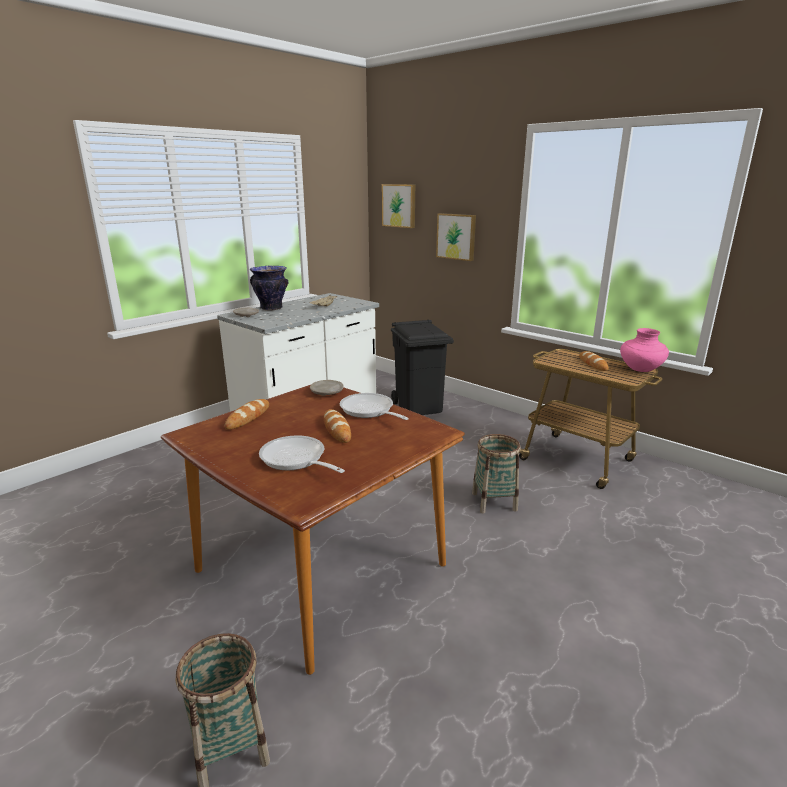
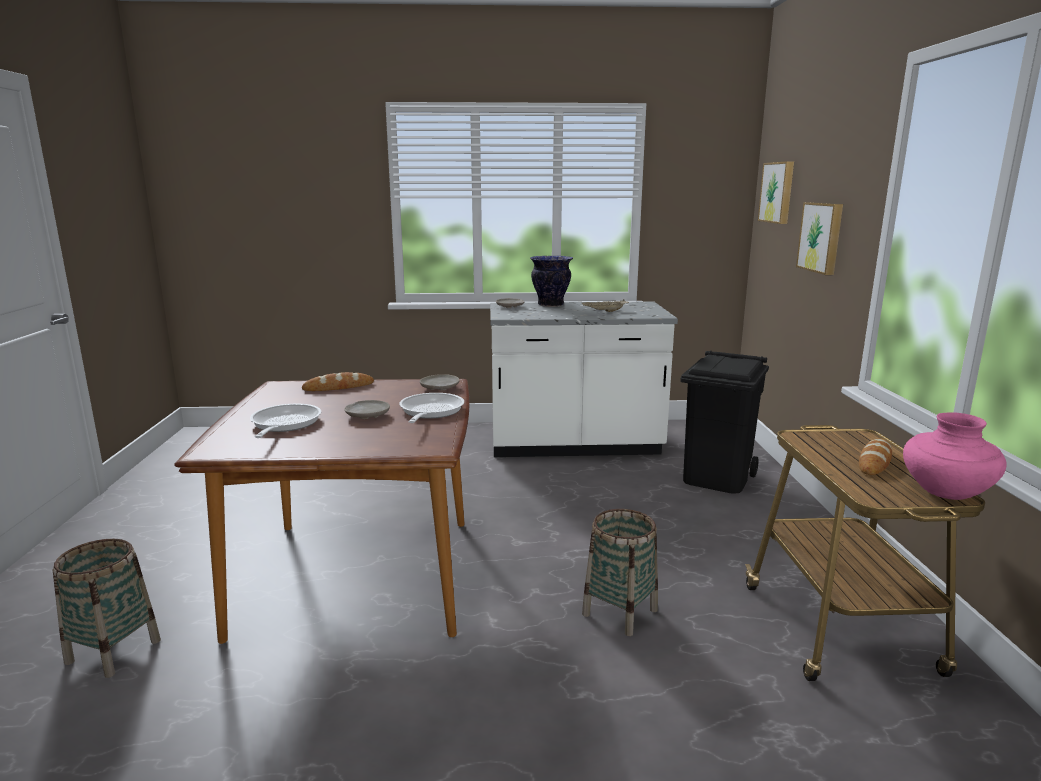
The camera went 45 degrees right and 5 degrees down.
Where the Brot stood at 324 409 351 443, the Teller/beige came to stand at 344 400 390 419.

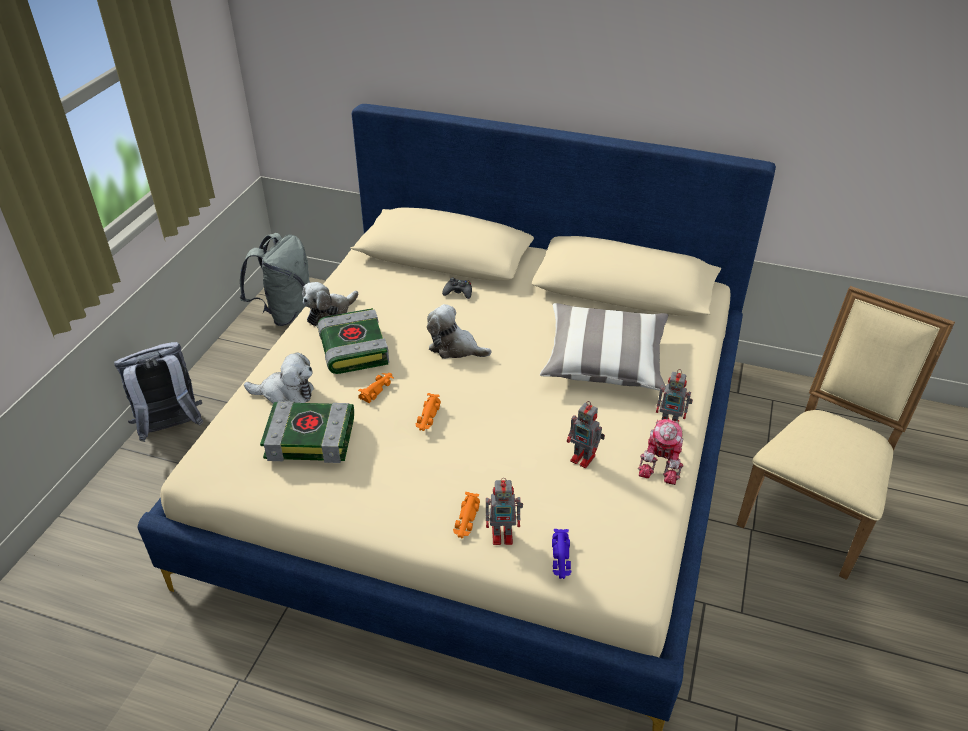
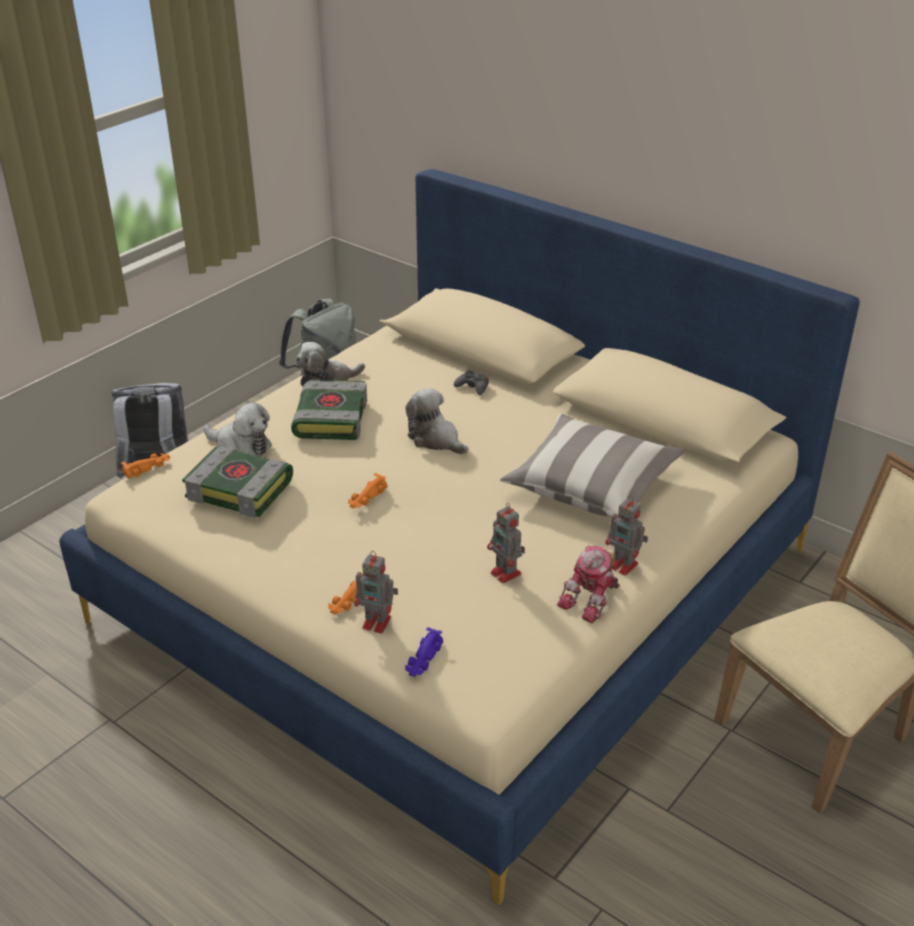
The camera went 20 degrees right and 5 degrees down.
The Spielzeugauto/orange ended up elsewhere, having gone from 358 373 394 403 to 121 453 170 479.

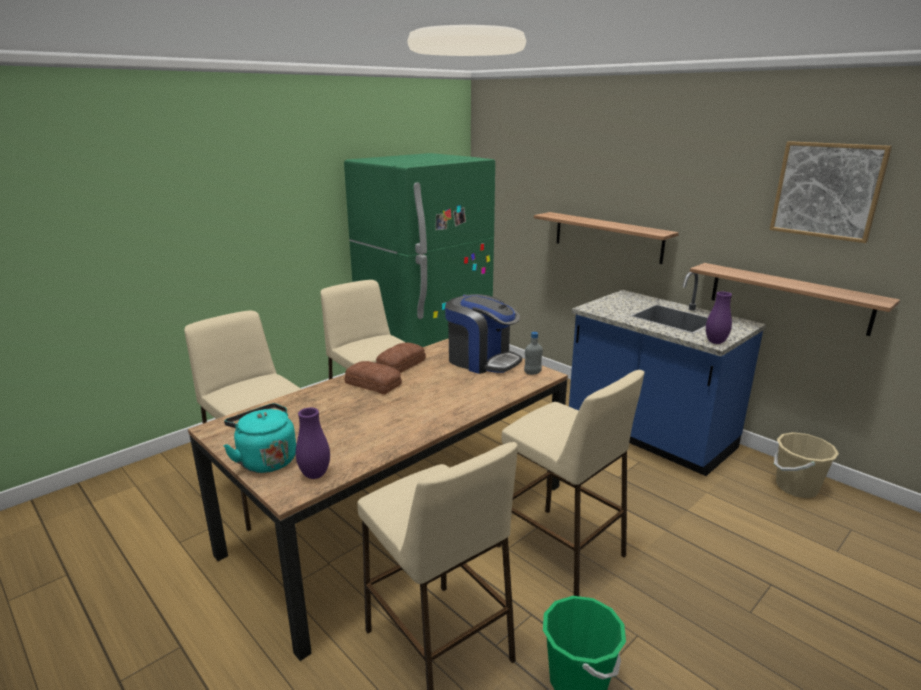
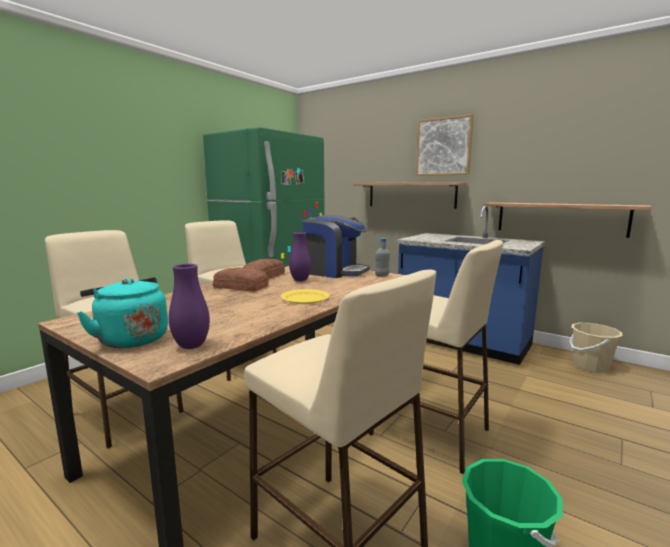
The camera went 10 degrees left and 10 degrees down.
The second view gained the Teller/gelb at 281 289 330 304.
The Vase/lila ended up elsewhere, having gone from 706 291 732 344 to 289 232 311 281.
The Bild ended up elsewhere, having gone from 770 141 892 243 to 415 114 474 176.

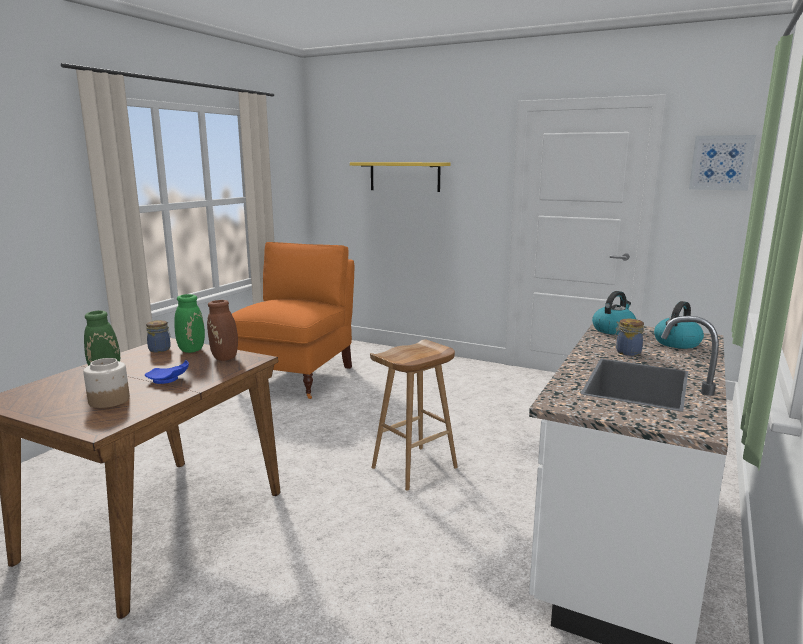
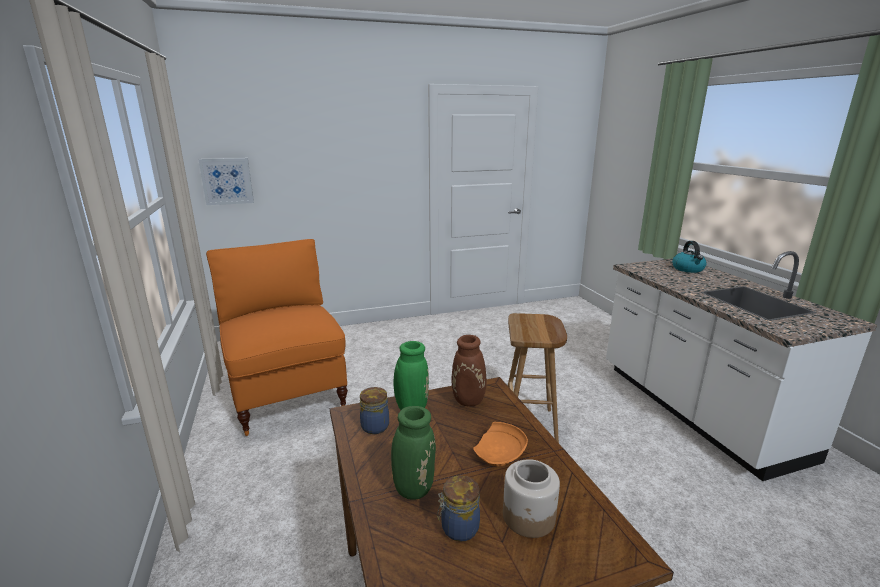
The camera went 45 degrees left and 5 degrees up.
The Bild ended up elsewhere, having gone from 689 135 756 191 to 198 158 254 205.
The Vorratsglas ended up elsewhere, having gone from 614 319 644 356 to 437 475 480 542.
What was the Teller/blau at 145 360 189 384 turned into the Teller/orange at 473 422 528 466.
The second view lost the Wandregal/gelb at 350 162 450 192.
The second view lost the Wasserkessel at 592 291 636 335.

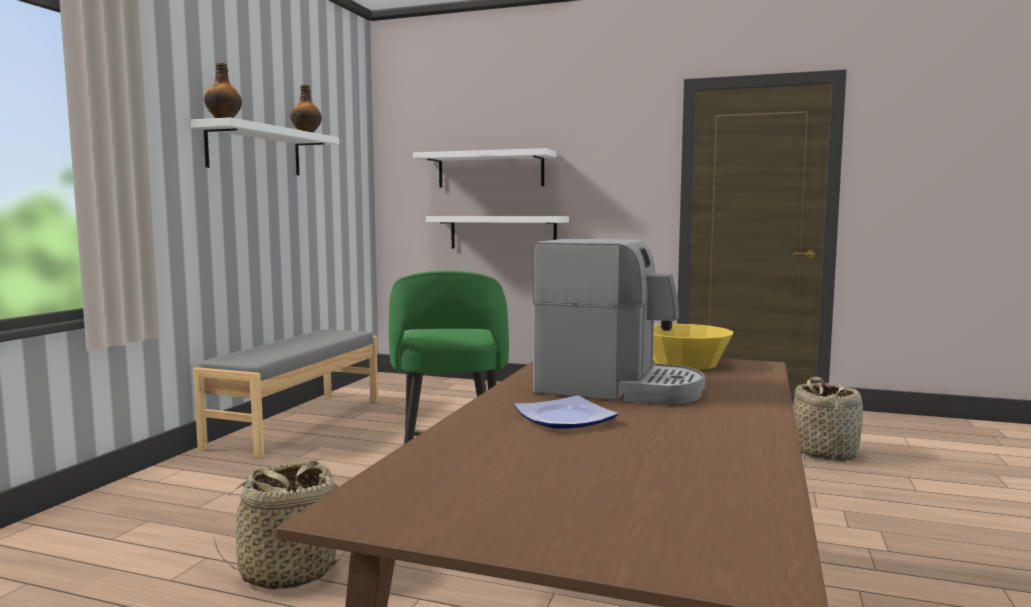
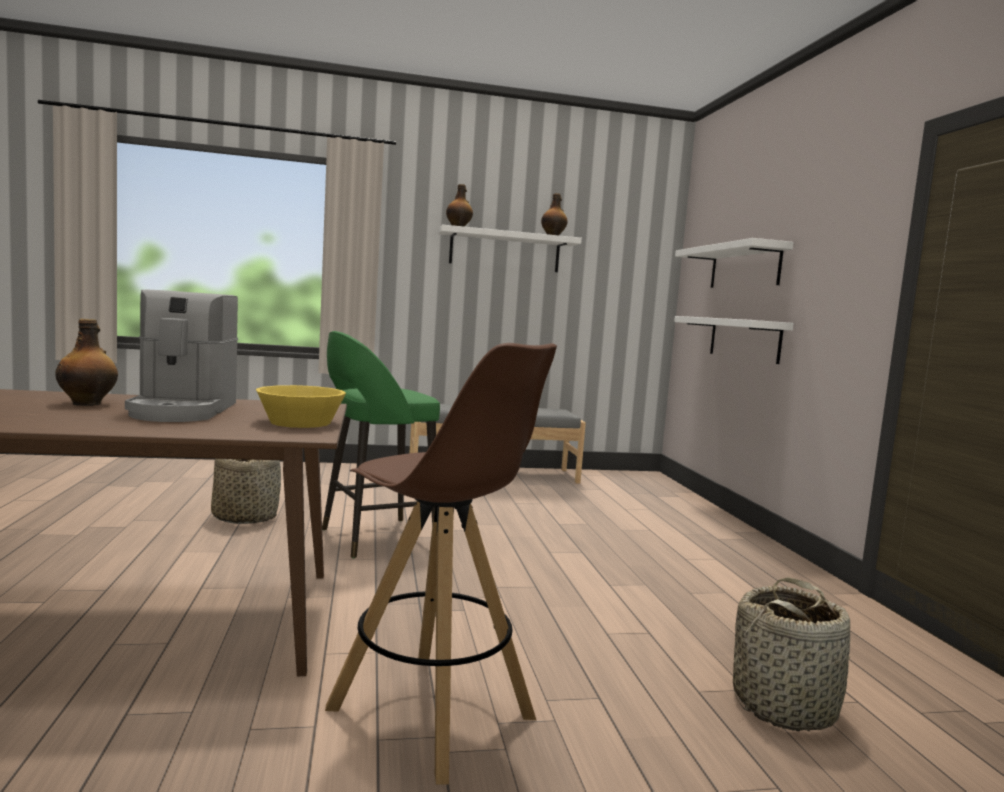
The camera went 60 degrees right and 0 degrees up.
Where the Teller stood at 514 396 618 429, the Flasche came to stand at 55 319 118 406.
The second view gained the Hocker/braun at 325 343 557 785.

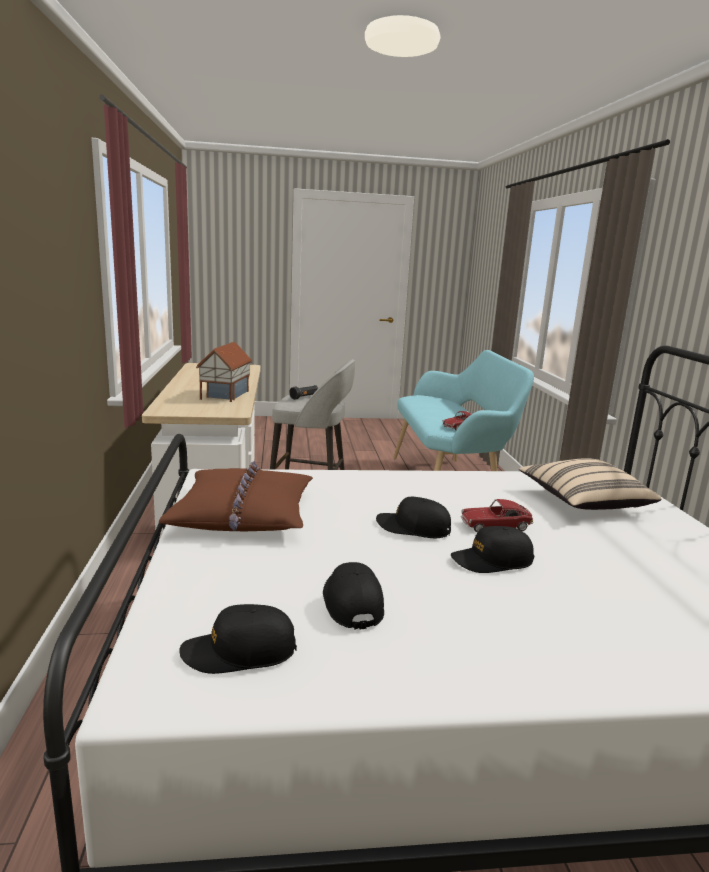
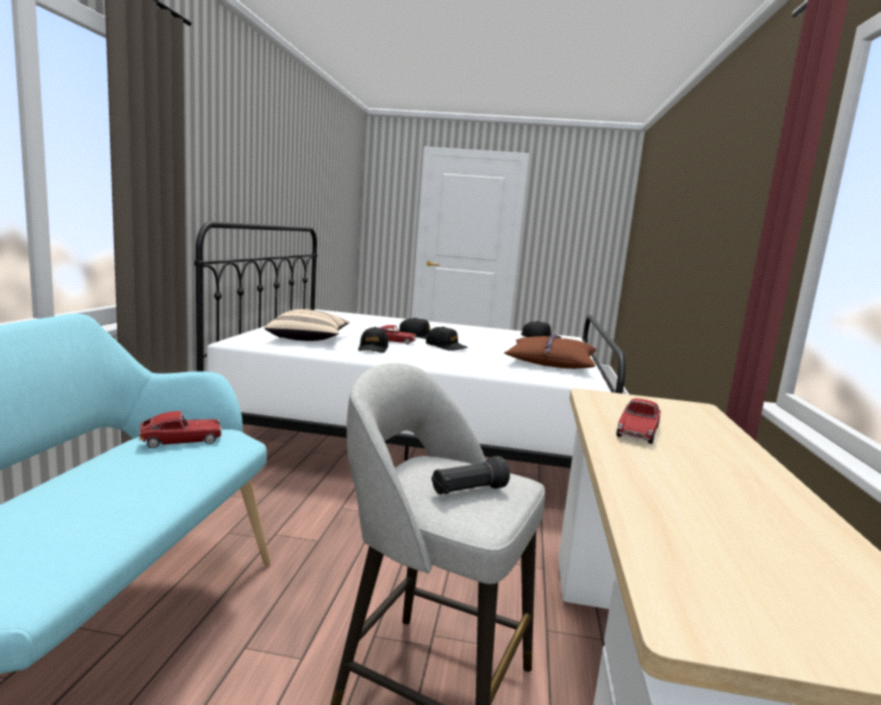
The camera went 165 degrees left and 5 degrees down.
The Kappe/schwarz ended up elsewhere, having gone from 323 562 384 630 to 358 327 388 353.
Where the Spielzeughaus stood at 196 341 252 402, the Spielzeugauto came to stand at 616 398 661 444.

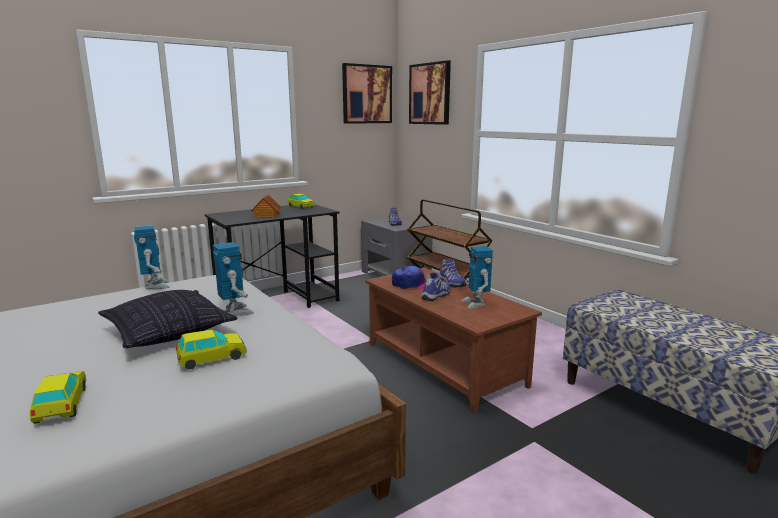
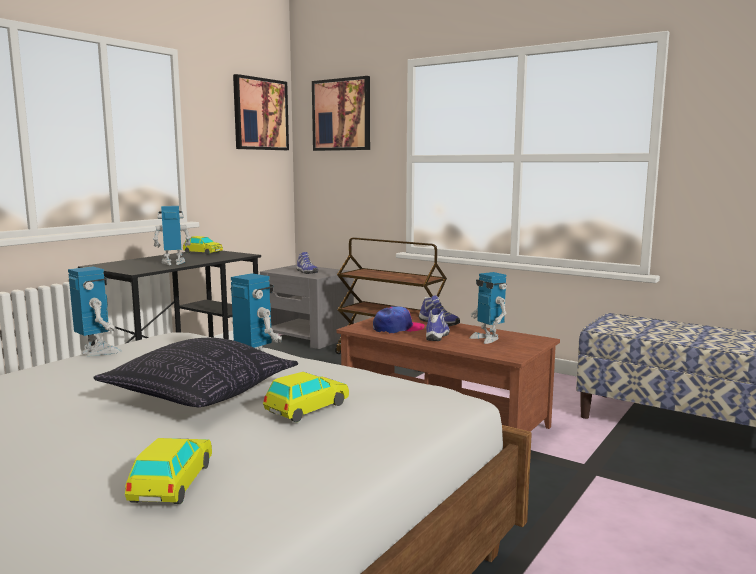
The camera went 20 degrees left and 5 degrees down.
The Spielzeugauto at 30 371 86 424 ended up facing another way, 45 degrees clockwise from before.
Where the Spielzeughaus stood at 251 195 282 218, the Spielzeugroboter came to stand at 153 206 191 265.

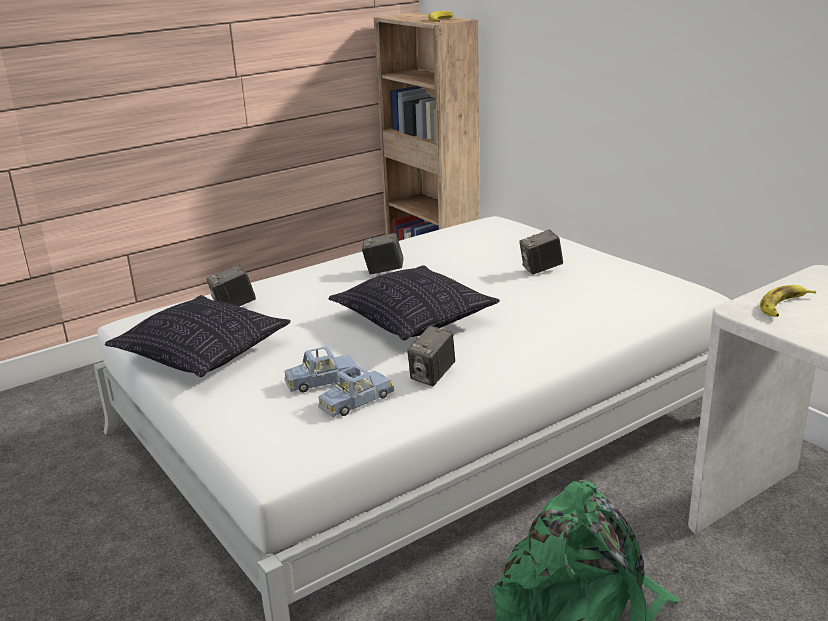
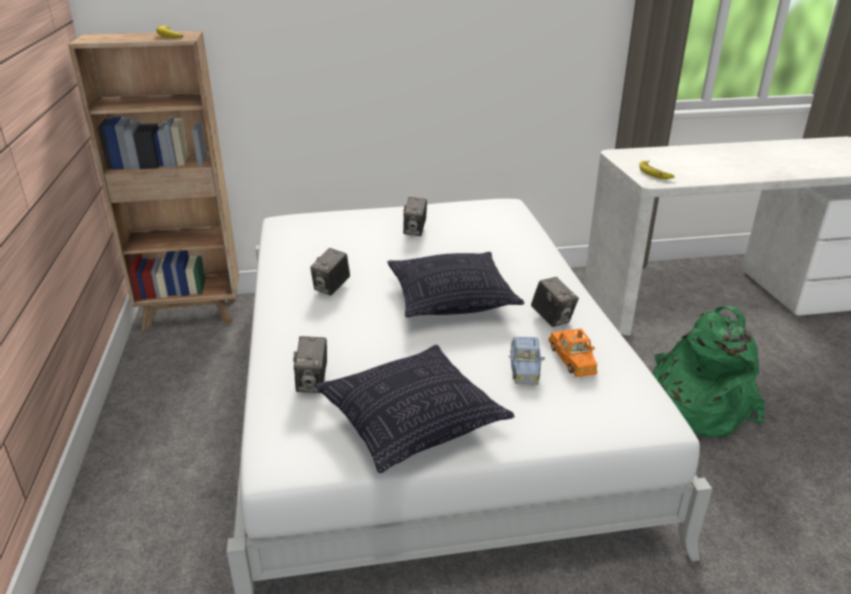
The camera went 65 degrees left and 5 degrees up.
What was the Spielzeugauto/blau at 318 365 394 417 turned into the Spielzeugauto/orange at 549 328 597 377.

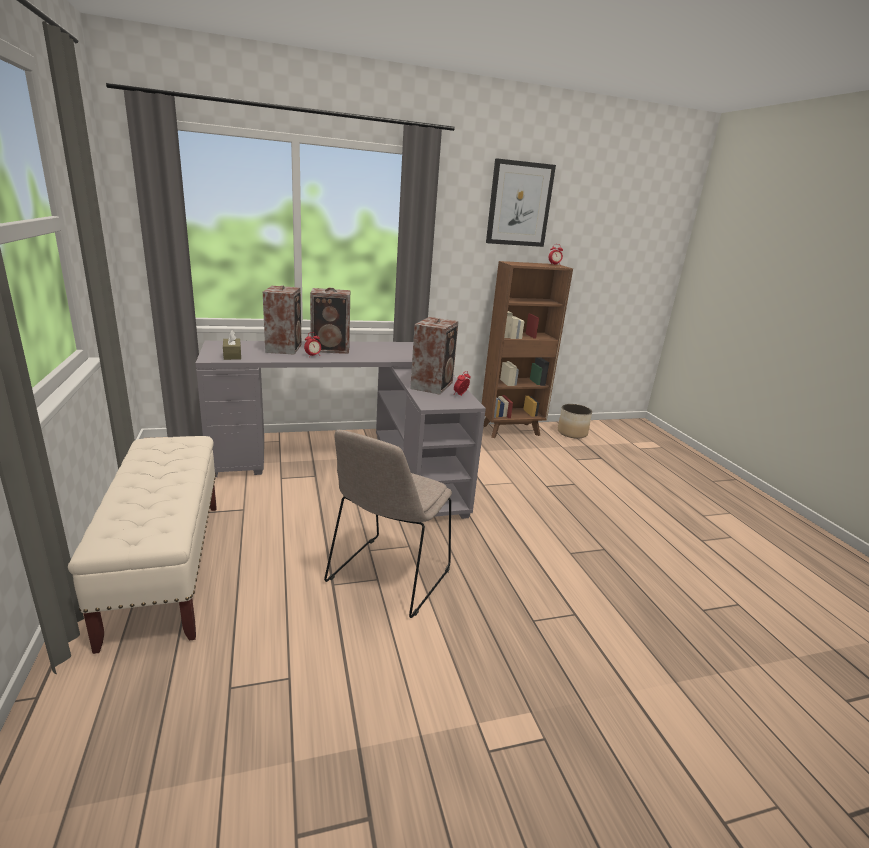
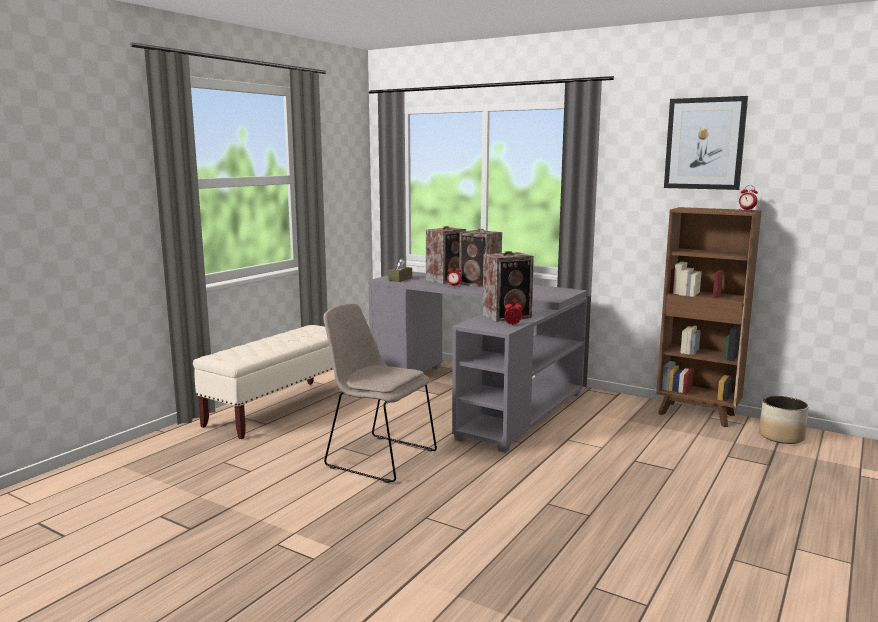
The camera went 50 degrees right and 10 degrees down.
The Stuhl/beige at 324 430 452 618 ended up facing another way, 45 degrees clockwise from before.

